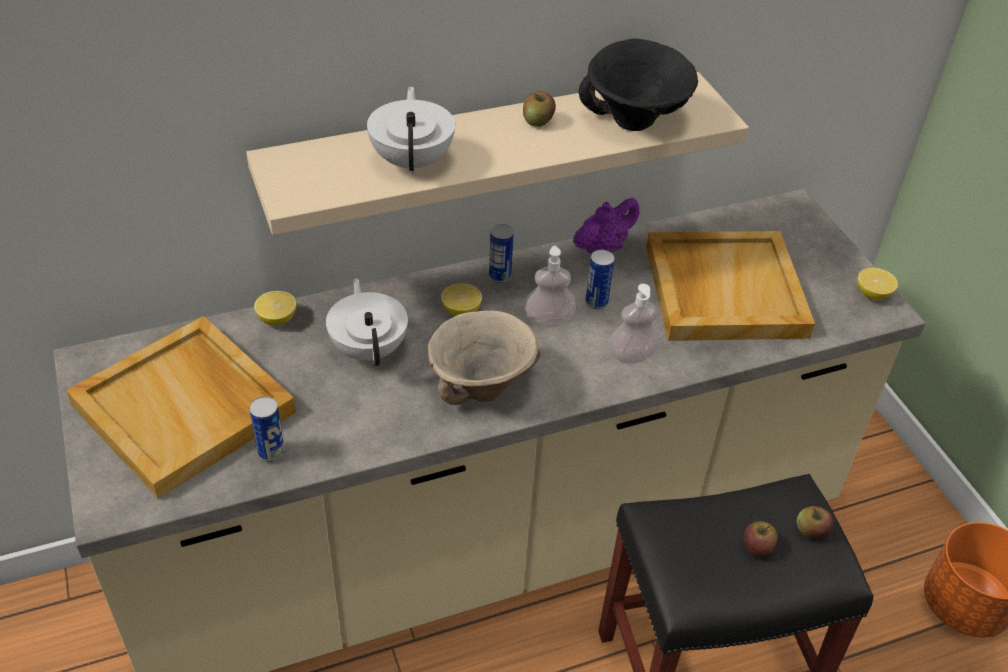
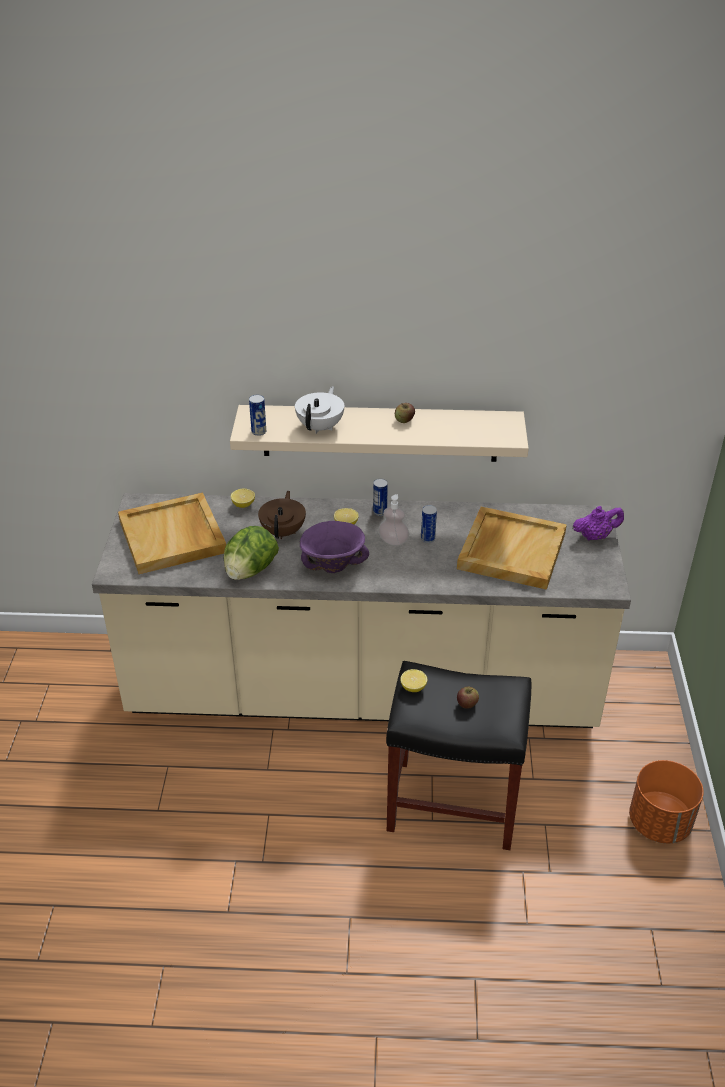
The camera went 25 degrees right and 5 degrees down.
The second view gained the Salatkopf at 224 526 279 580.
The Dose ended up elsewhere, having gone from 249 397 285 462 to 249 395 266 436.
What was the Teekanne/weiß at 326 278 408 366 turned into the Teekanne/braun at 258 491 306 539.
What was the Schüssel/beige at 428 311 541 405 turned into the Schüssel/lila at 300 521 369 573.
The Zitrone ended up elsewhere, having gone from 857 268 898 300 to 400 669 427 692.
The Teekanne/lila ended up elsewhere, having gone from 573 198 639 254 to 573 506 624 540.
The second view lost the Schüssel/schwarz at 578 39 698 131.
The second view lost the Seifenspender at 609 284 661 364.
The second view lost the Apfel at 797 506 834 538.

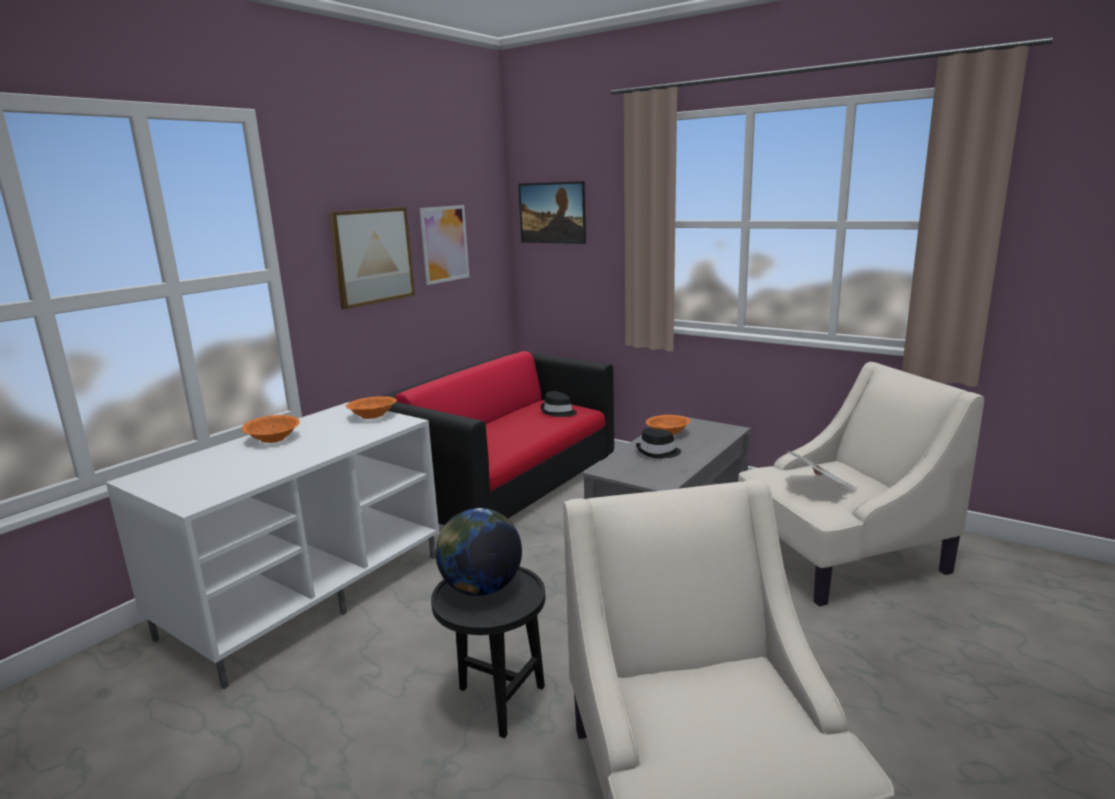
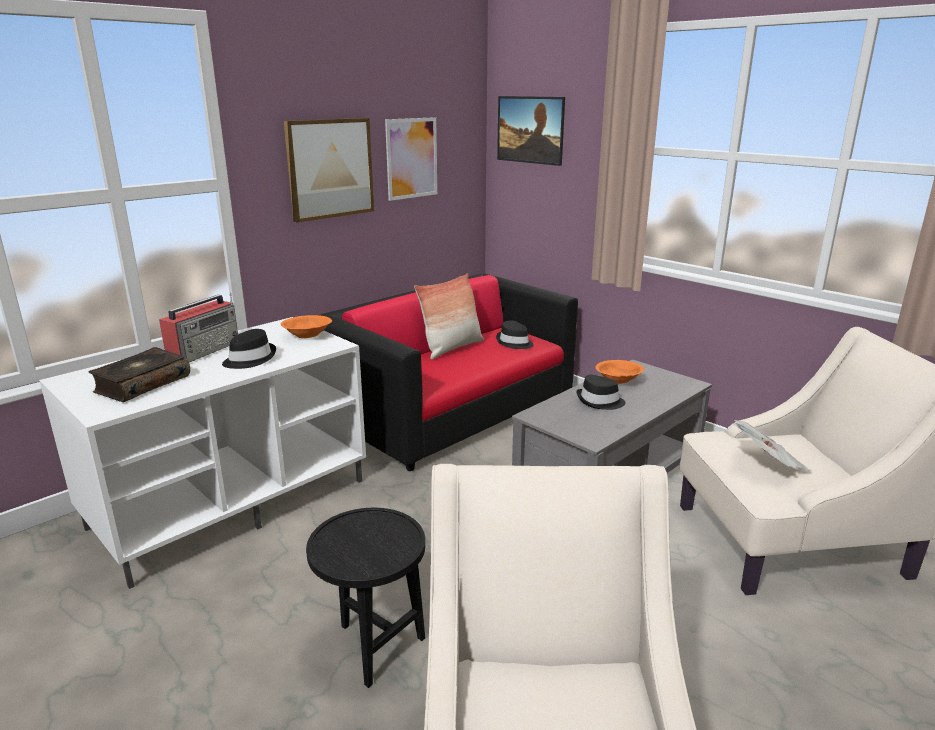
The camera went 10 degrees right and 5 degrees up.
The second view gained the Buch at 89 347 190 402.
Where the Schüssel/orange stood at 242 415 300 443, the Radio came to stand at 159 293 238 362.
The second view gained the Hut/schwarz at 222 329 276 369.
The second view gained the Kissen at 414 273 484 360.
The second view lost the Globus at 435 508 522 596.

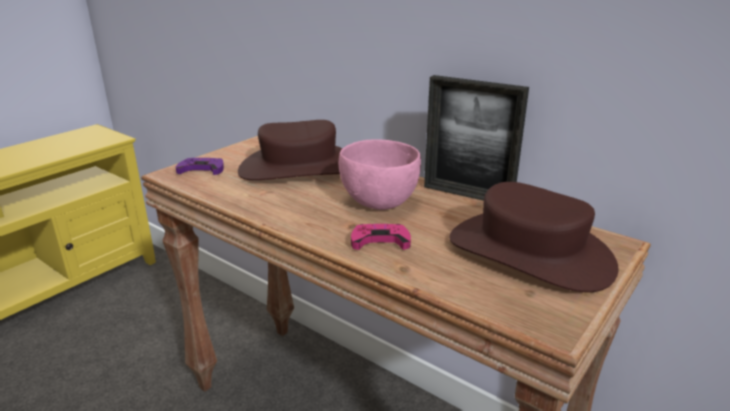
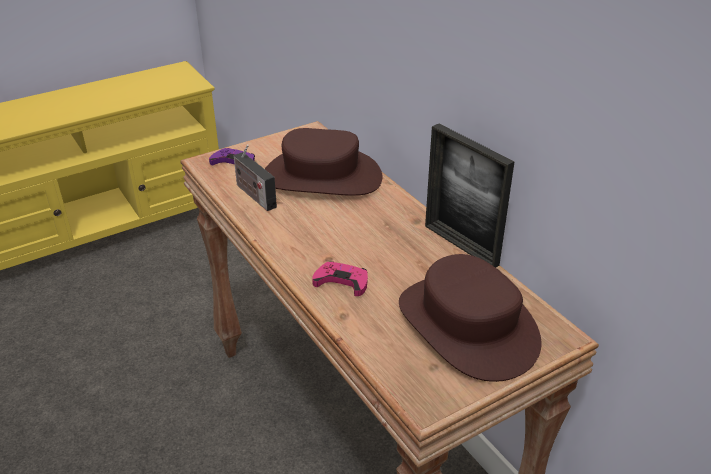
The camera went 20 degrees right and 10 degrees up.
The second view gained the Radio at 234 144 277 211.
The second view lost the Schüssel/rosa at 339 139 421 210.

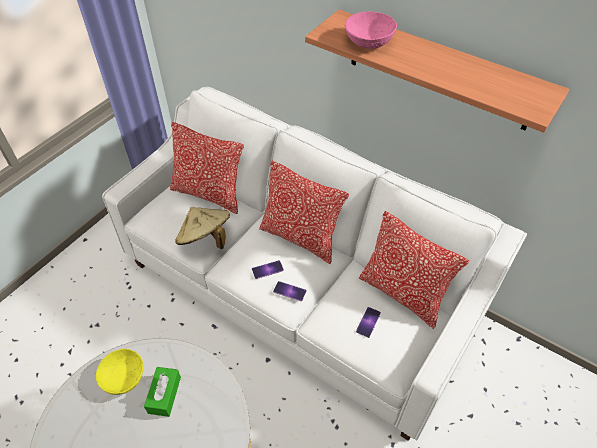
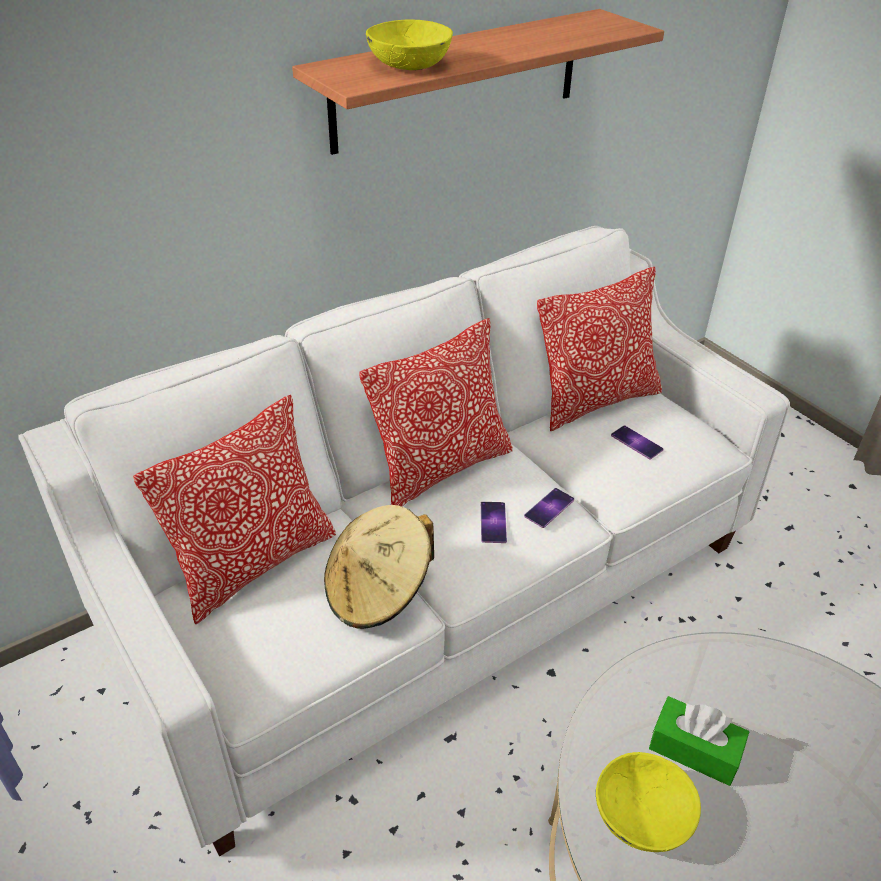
The camera went 70 degrees left and 10 degrees down.
What was the Schüssel/rosa at 345 11 397 49 turned into the Schüssel/gelb at 366 20 453 70.

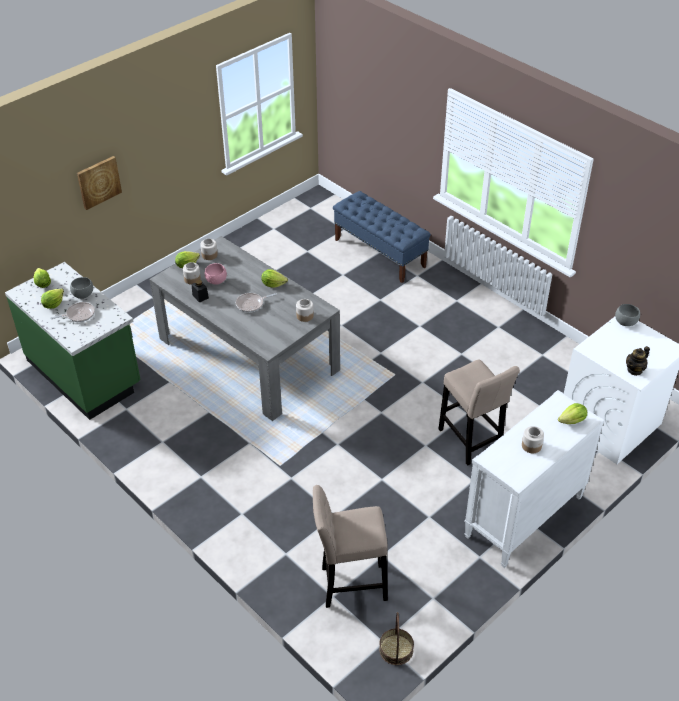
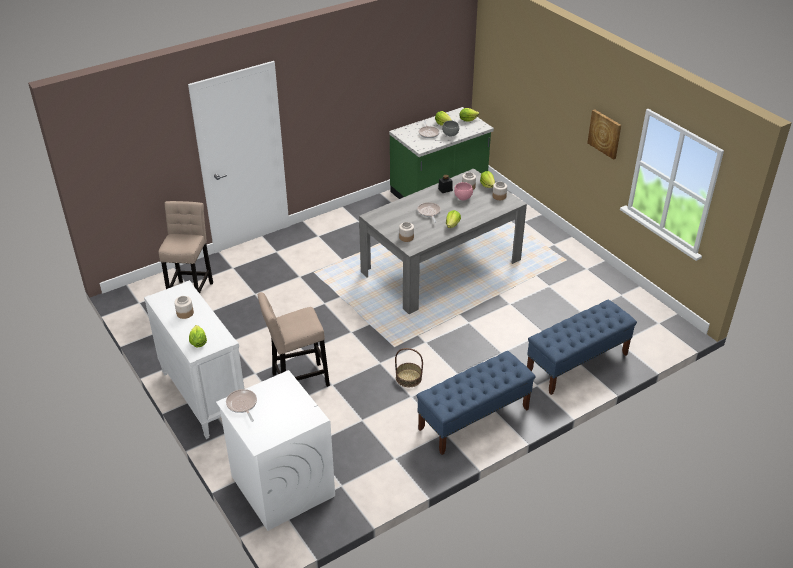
The camera went 100 degrees right and 5 degrees down.
Where the Teekanne stood at 626 346 650 376, the Pfanne came to stand at 226 389 257 422.
The Korb ended up elsewhere, having gone from 379 612 414 665 to 395 348 423 387.
The second view gained the Bank/blau at 417 351 535 455.
The Bild ended up elsewhere, having gone from 77 156 122 210 to 587 109 621 160.
The second view lost the Schüssel/grau at 615 304 640 326.

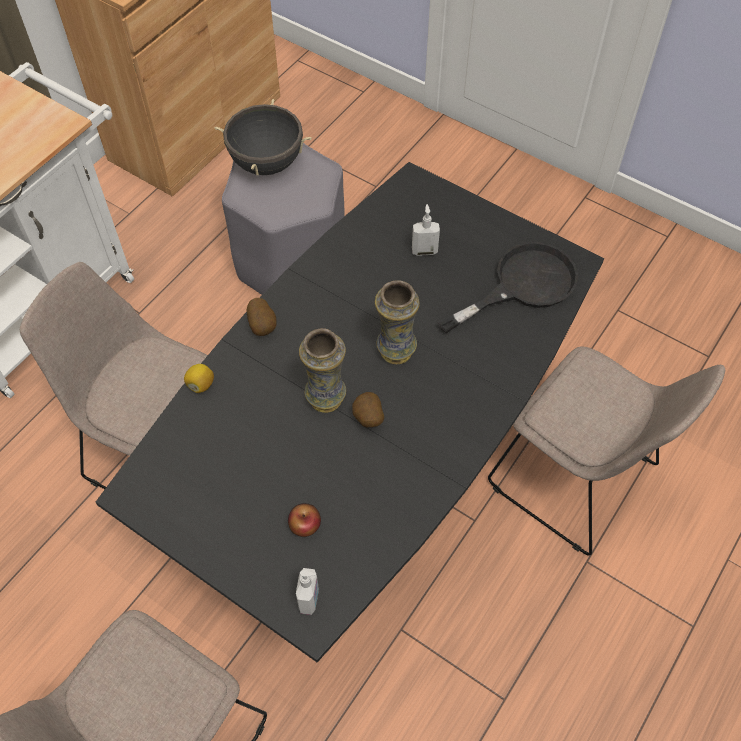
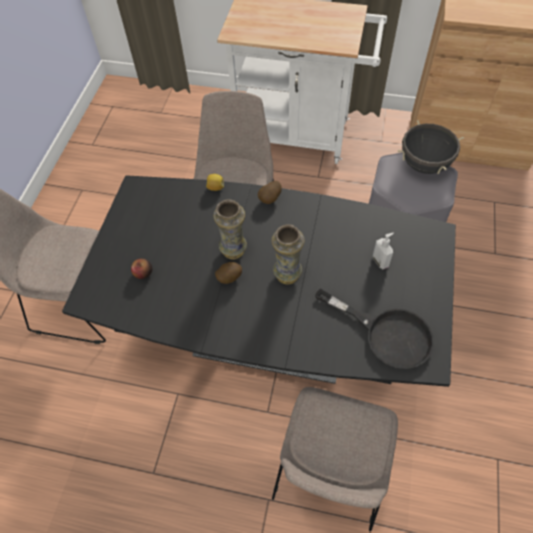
The camera went 70 degrees right and 0 degrees up.
The second view lost the Seifenspender at 296 568 319 615.

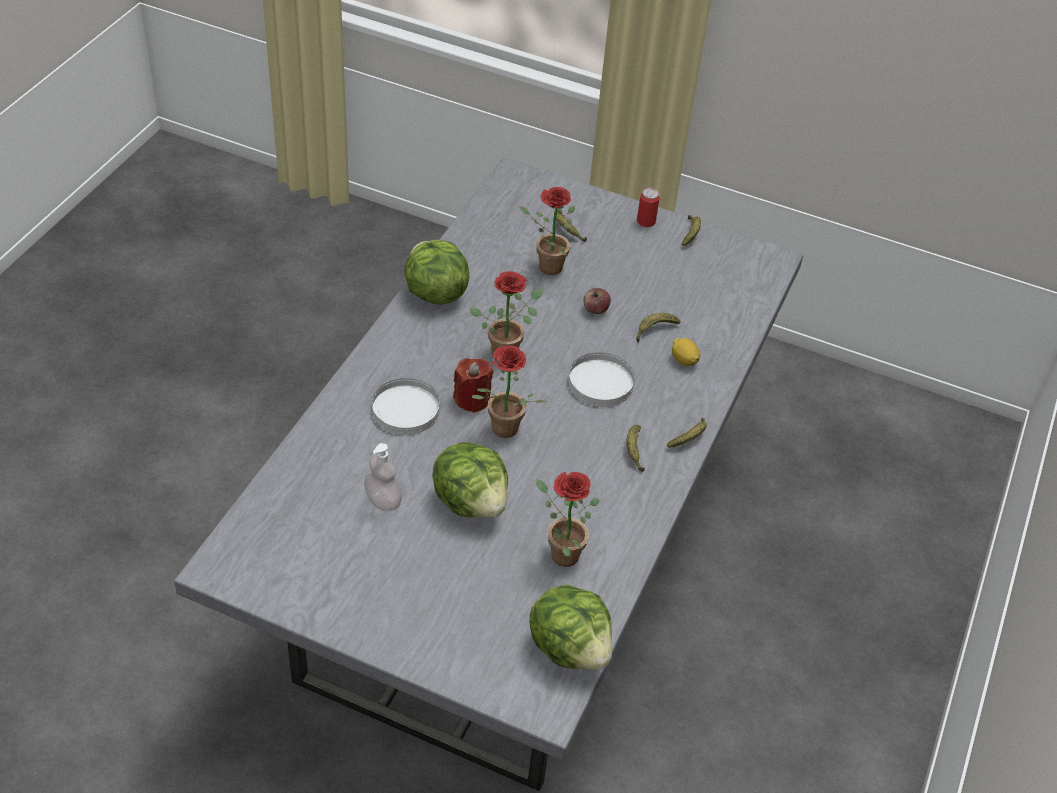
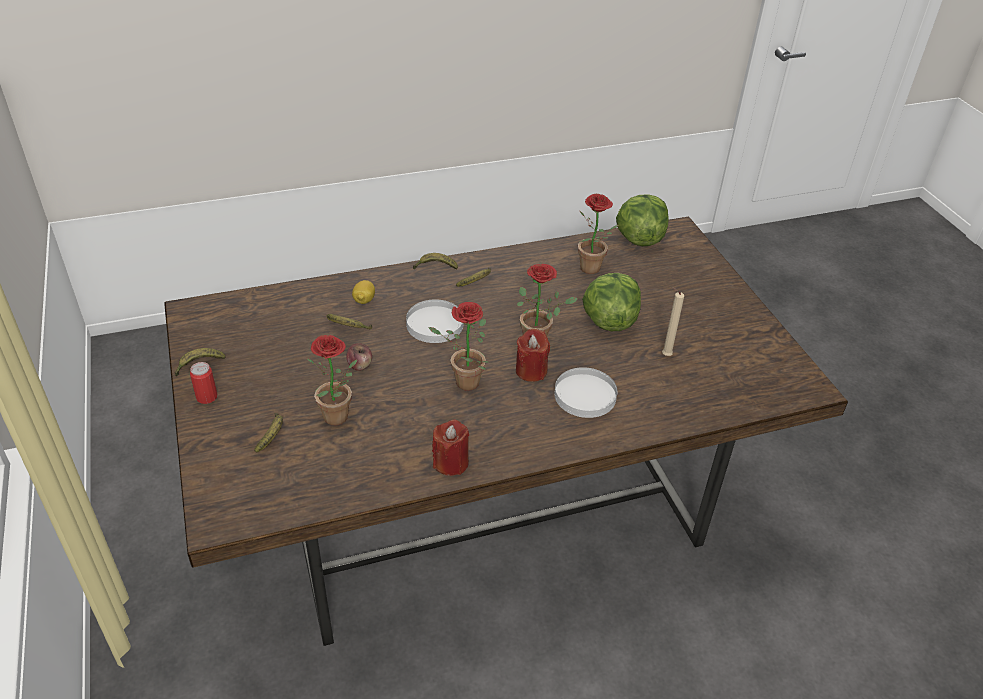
The camera went 130 degrees left and 5 degrees down.
What was the Esstisch/grau at 174 157 803 791 turned into the Esstisch/braun at 164 217 848 646.
Where the Salatkopf stood at 404 240 469 305, the Kerze/rot came to stand at 432 419 469 476.
Where the Seifenspender stood at 364 443 403 511, the Kerze/beige came to stand at 662 287 684 356.

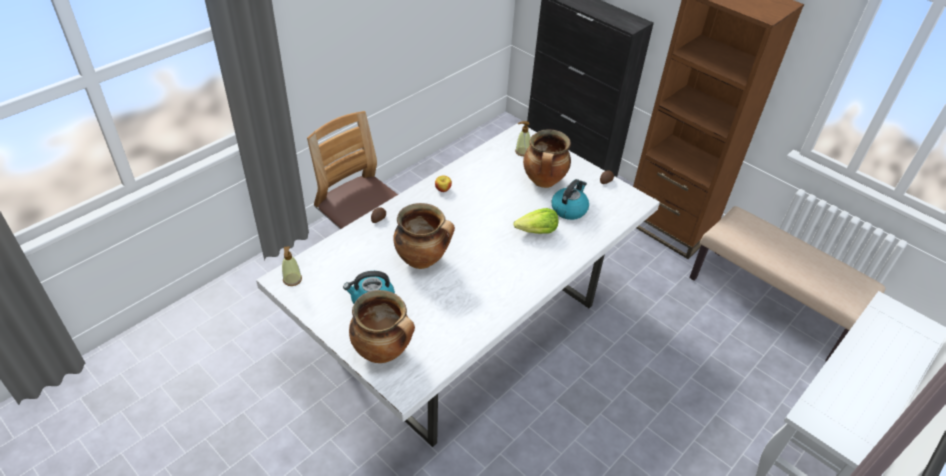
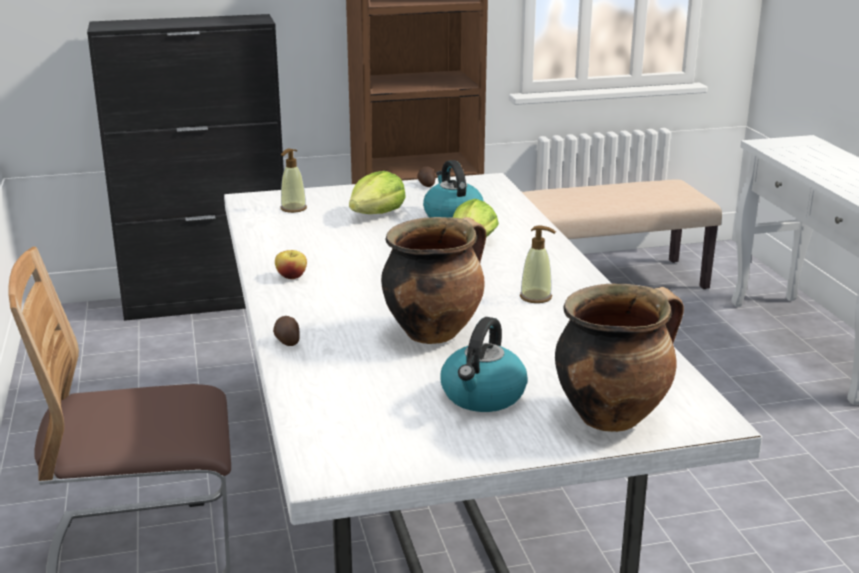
The camera went 55 degrees left and 20 degrees down.
Where the Kochtopf stood at 523 130 571 188, the Salatkopf came to stand at 349 171 406 214.
The Seifenspender ended up elsewhere, having gone from 282 246 302 286 to 520 226 556 303.

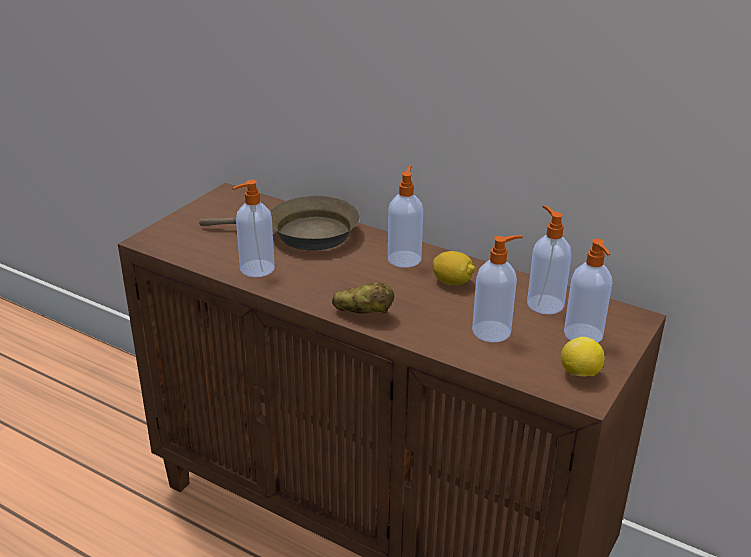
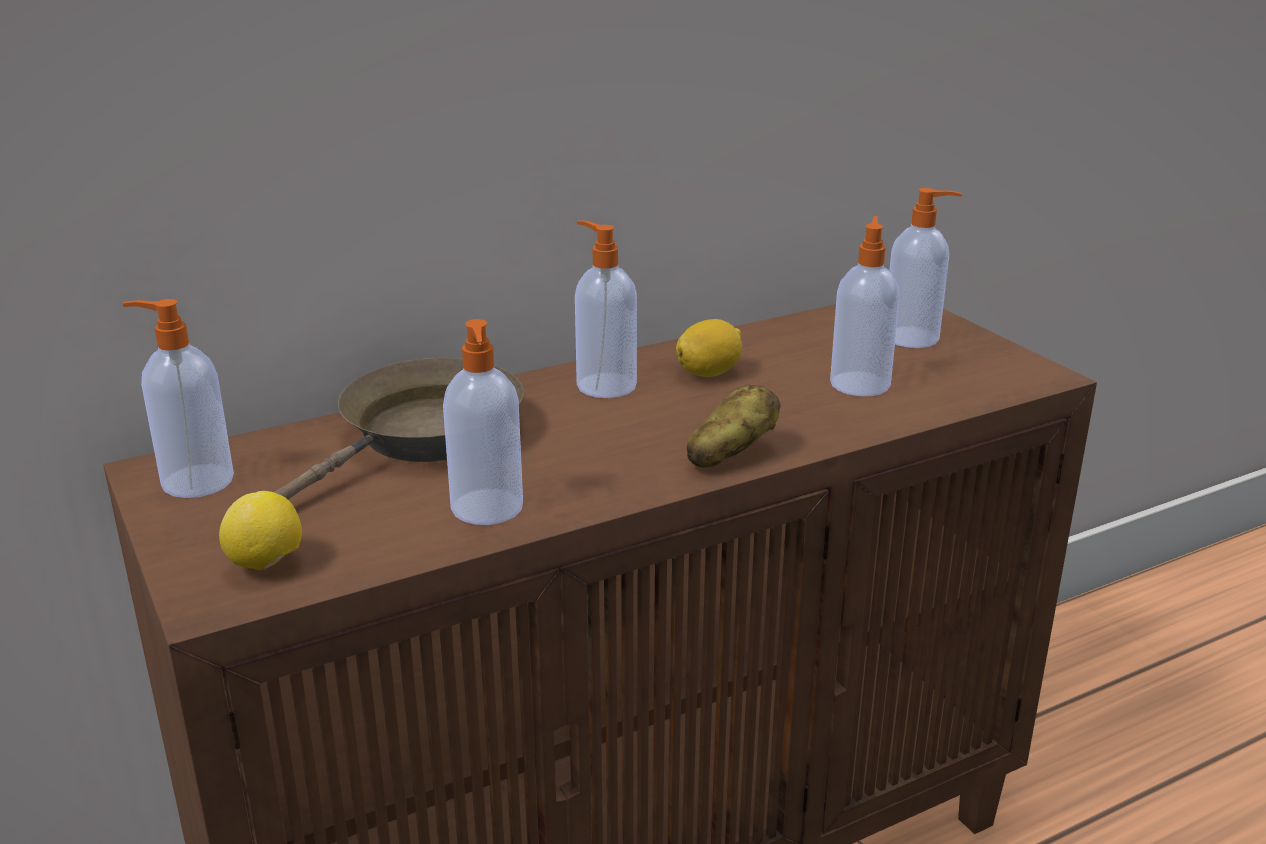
The camera went 60 degrees left and 5 degrees down.
The Seifenspender ended up elsewhere, having gone from 527 205 571 314 to 122 299 234 498.
The Zitrone ended up elsewhere, having gone from 561 337 605 377 to 219 491 302 570.

